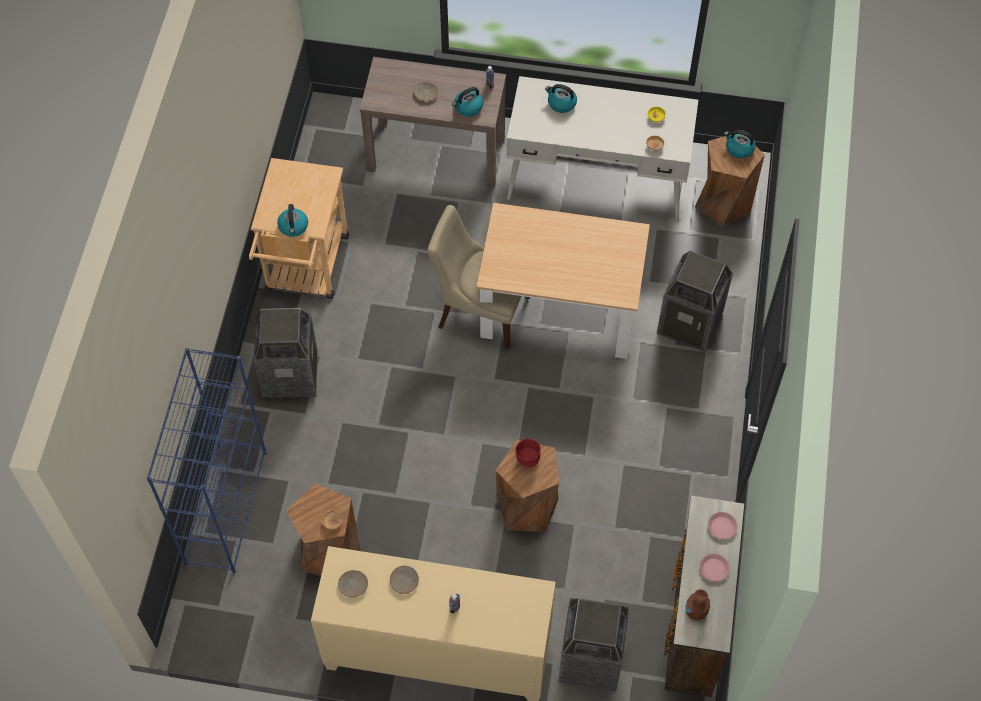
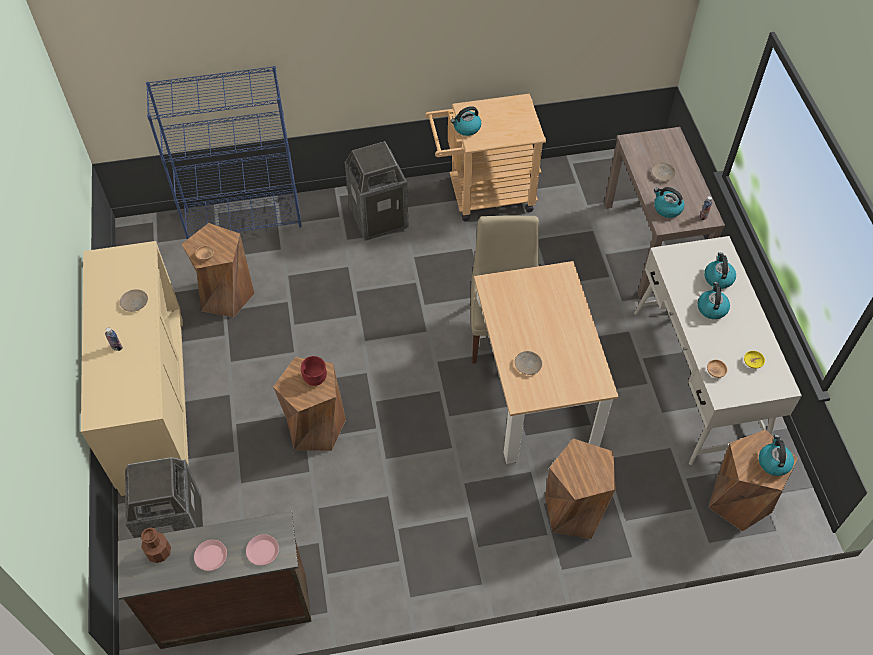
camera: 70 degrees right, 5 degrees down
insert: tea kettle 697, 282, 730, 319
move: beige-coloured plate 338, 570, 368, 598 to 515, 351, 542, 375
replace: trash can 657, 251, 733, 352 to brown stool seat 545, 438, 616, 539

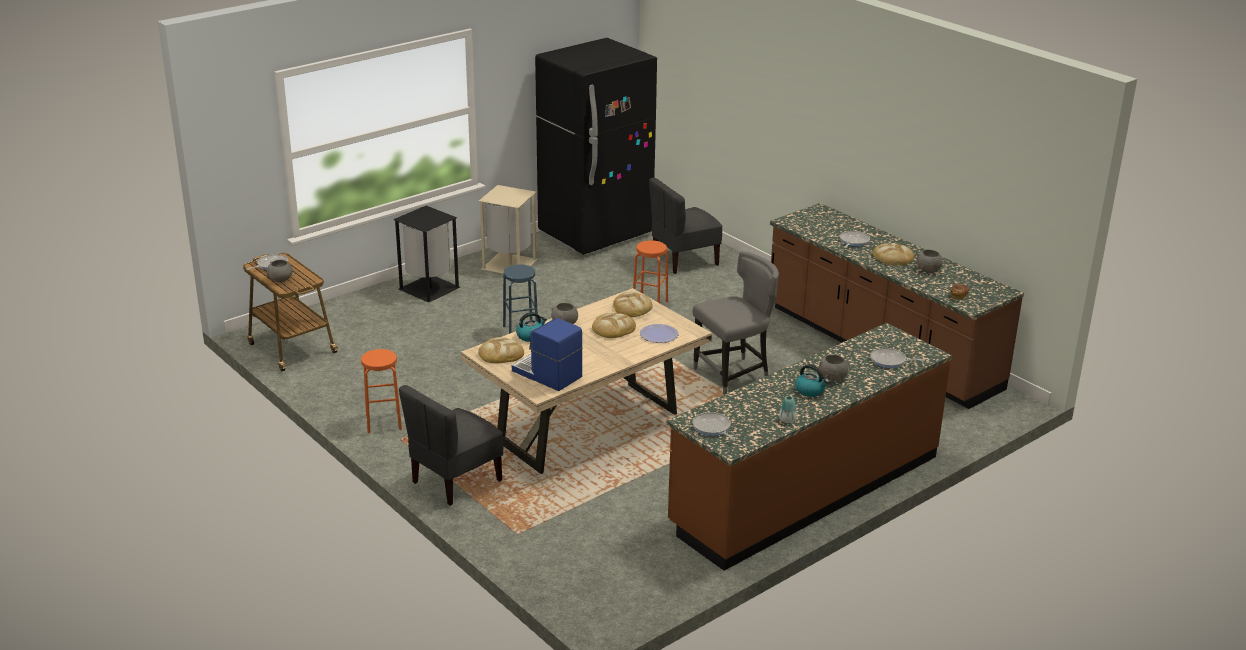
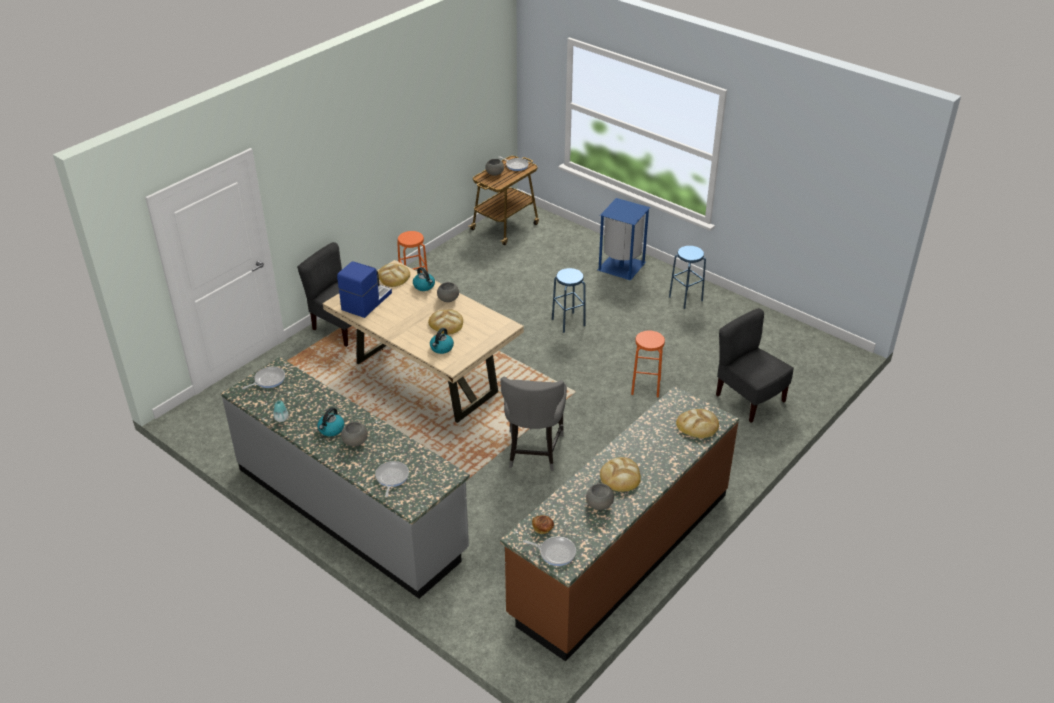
camera: 80 degrees right, 10 degrees up
delete: blackish refrigerator 535, 38, 657, 255
move: baked bread 613, 292, 653, 317 to 676, 409, 719, 438; skillet 840, 231, 870, 248 to 523, 537, 576, 566
replace: beige-coloured trash can 479, 185, 538, 274 to bluish stool seat 669, 246, 706, 309; plate 640, 324, 679, 343 to tea kettle 430, 328, 454, 354
recolor: blackish trash can 393, 206, 460, 303 to bluish trash can 598, 198, 650, 280; brown kitchen base unit 666, 323, 952, 571 to grey kitchen base unit 221, 357, 470, 599
rotate: grey plain chair 692, 251, 779, 395 = 500, 377, 567, 471 45 degrees clockwise

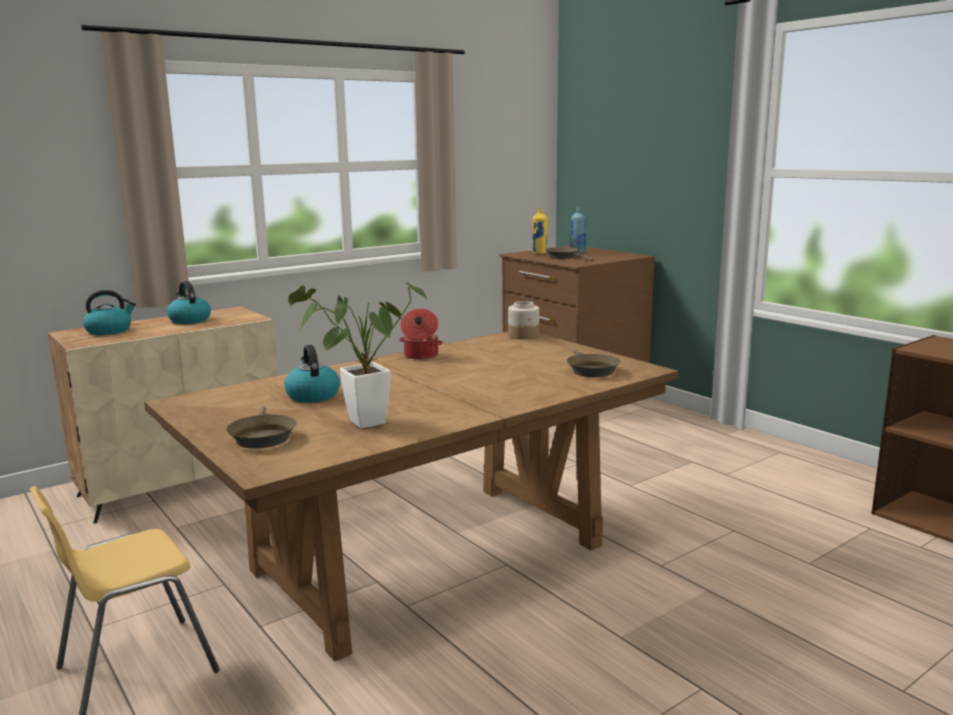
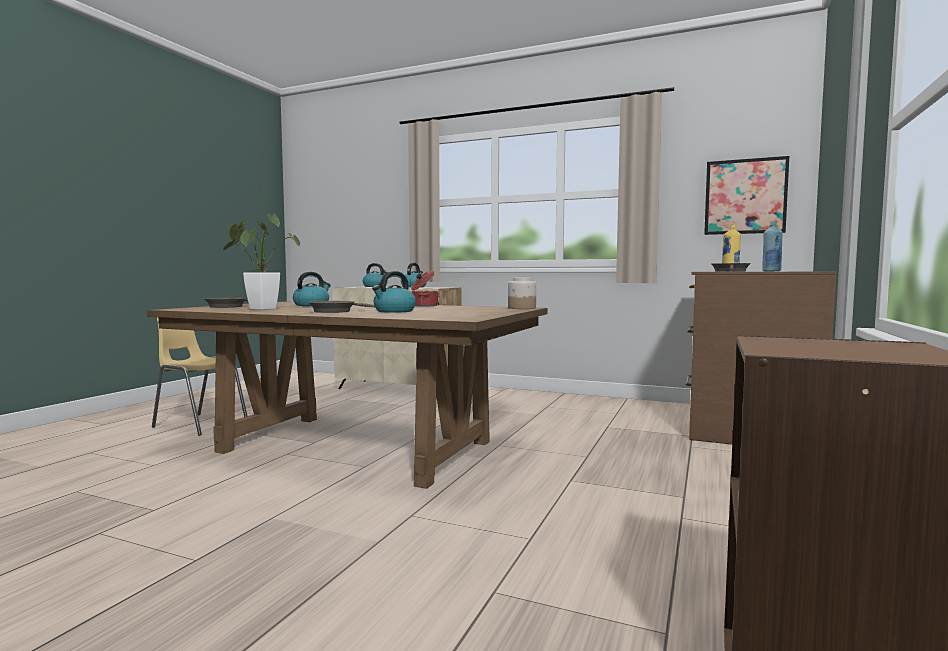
camera: 60 degrees right, 10 degrees down
insert: tea kettle 372, 271, 416, 313; wall picture 704, 156, 789, 235
move: brown skillet 567, 350, 621, 377 to 308, 301, 375, 313

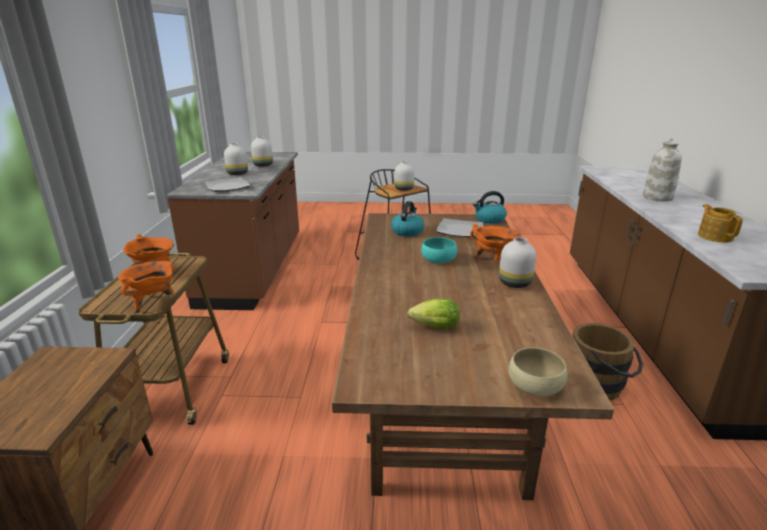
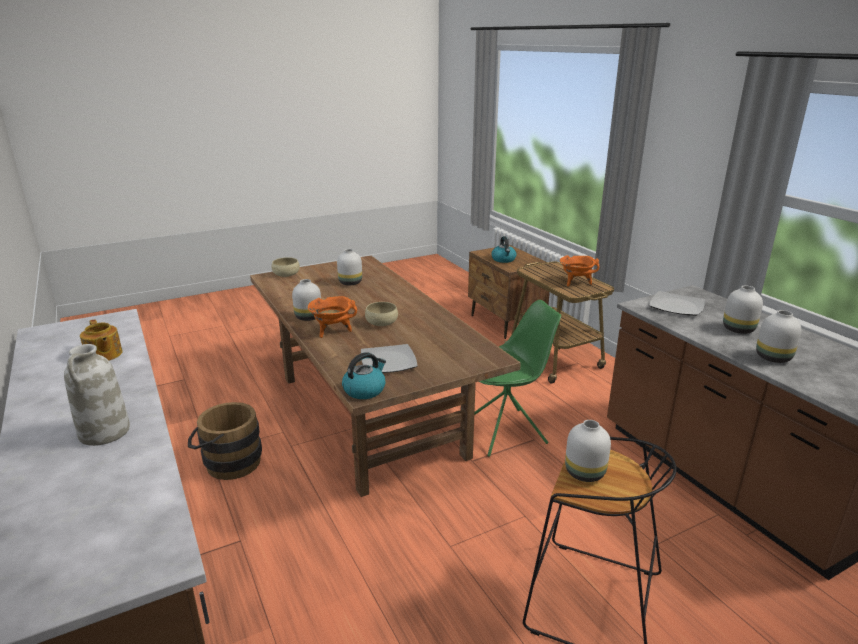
camera: 150 degrees right, 0 degrees up
delete: orange-coloured stockpot 118, 261, 174, 313
insert: greenish plain chair 474, 300, 561, 457
move: tea kettle 391, 201, 424, 237 to 491, 236, 517, 263
replace: head of lettuce 408, 299, 460, 328 to whitish flower vase 337, 249, 362, 285
recolor: turquoise serving bowl 421, 237, 457, 263 to beige-coloured serving bowl 365, 302, 398, 326

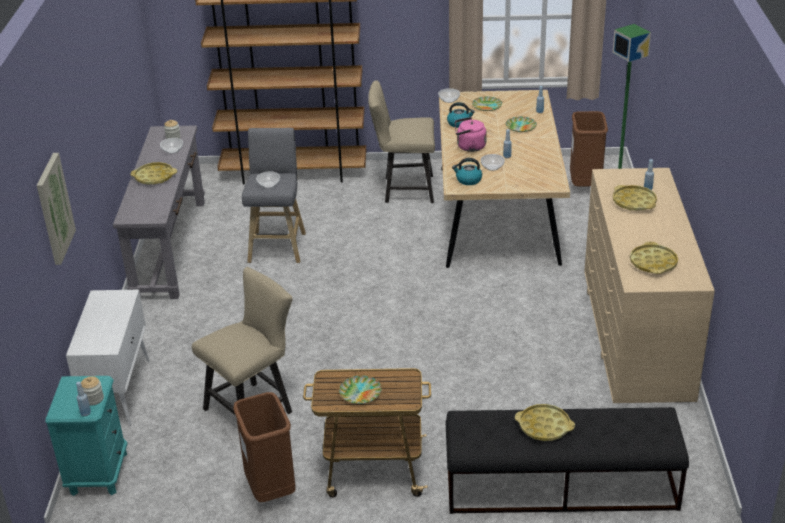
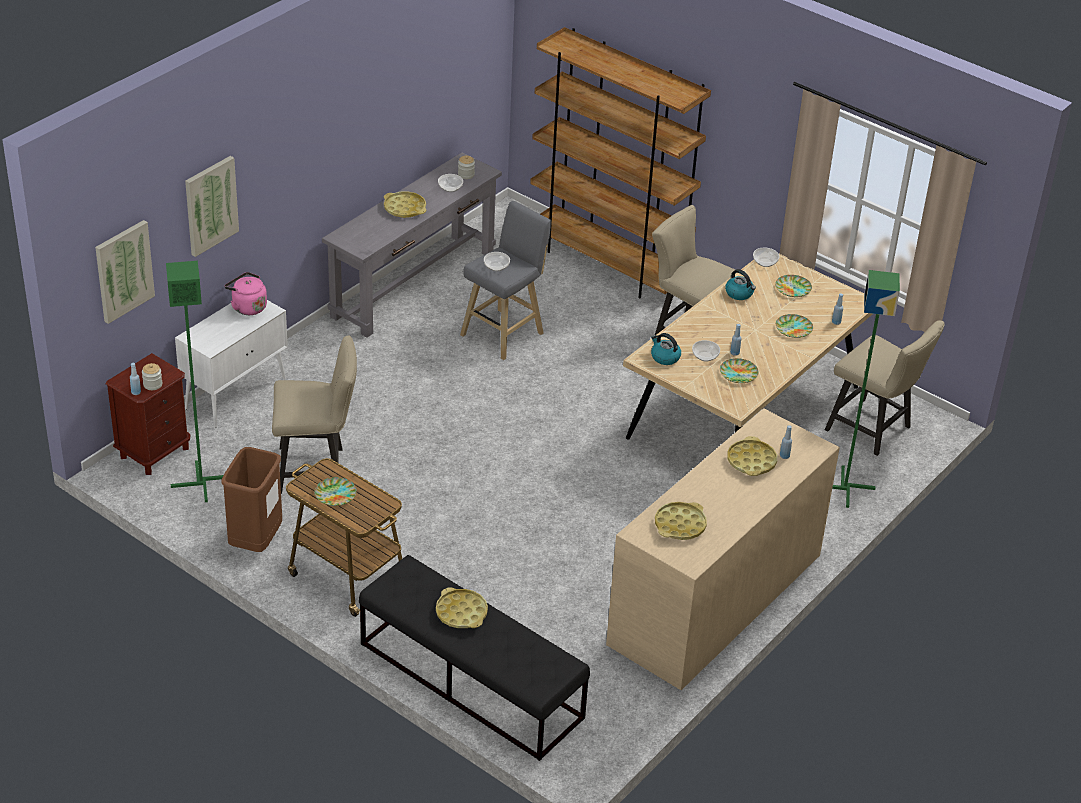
camera: 35 degrees right, 5 degrees up
insert: wall picture 95, 220, 155, 324; greenish standing lamp 166, 261, 223, 502; plate 720, 358, 759, 383
move: pink tea kettle 455, 117, 487, 152 to 224, 272, 267, 315
replace: brown trash can 570, 111, 608, 186 to beige-coloured plain chair 825, 320, 945, 456
recolor: turquoise nightstand 45, 376, 128, 496 to brown nightstand 106, 353, 190, 475

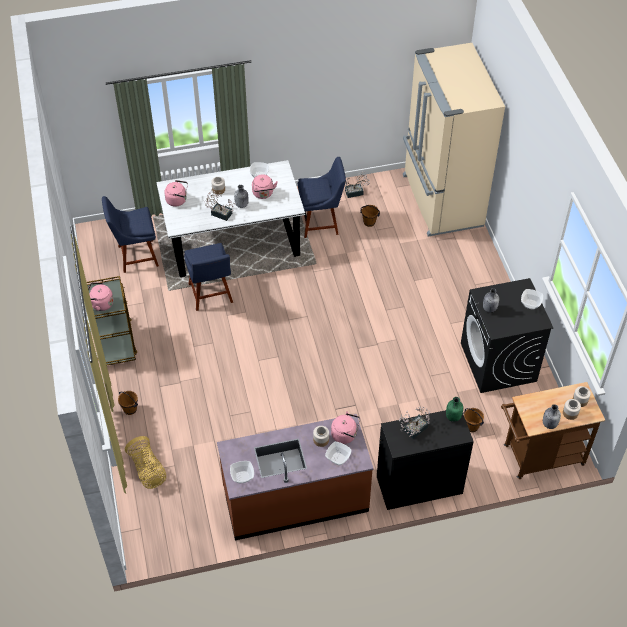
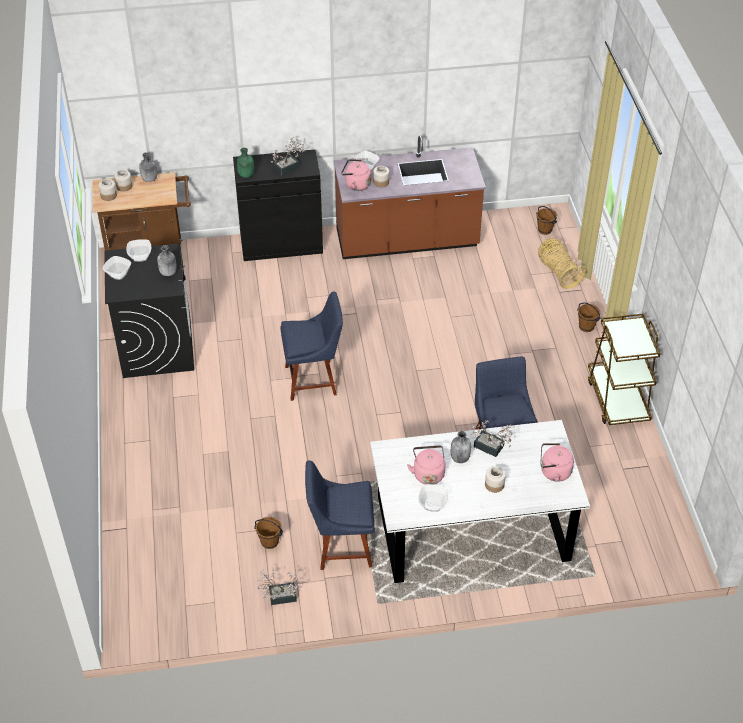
camera: 175 degrees left, 5 degrees down
delete: pink tea kettle 88, 282, 114, 311; beige-coloured refrigerator 403, 43, 505, 237
move: bluish plain chair 102, 196, 159, 273 to 280, 291, 343, 401; serving bowl 230, 461, 254, 483 to 126, 239, 151, 262; brown water bucket 463, 408, 484, 432 to 536, 206, 557, 235

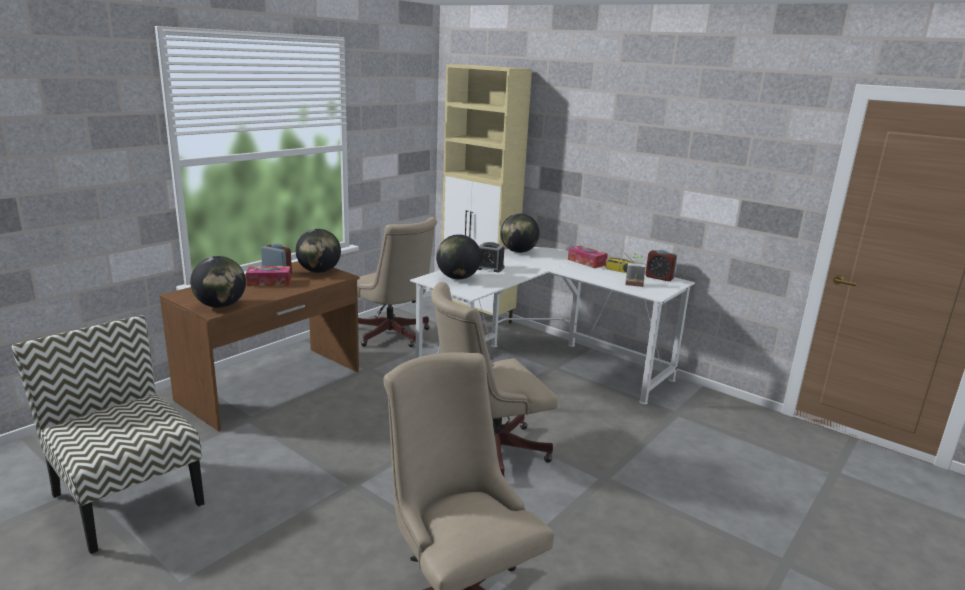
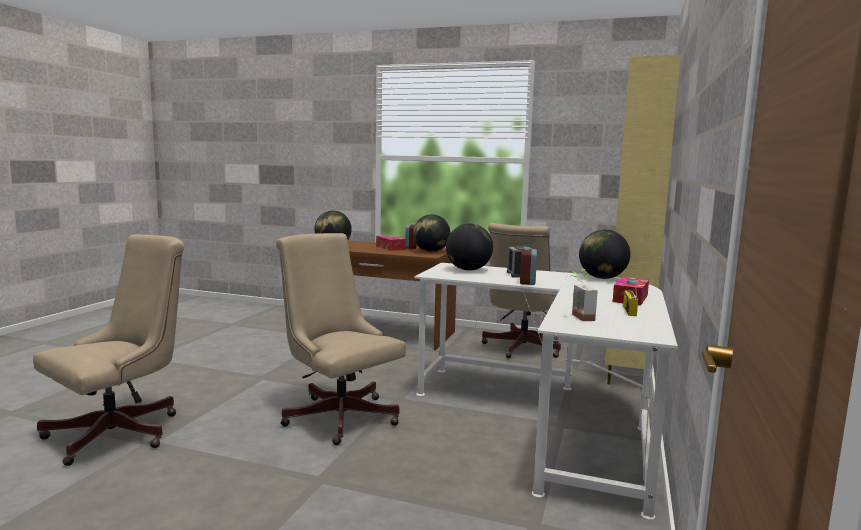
camera: 70 degrees right, 10 degrees down
delete: plain chair 11, 315, 205, 554
move: alarm clock 645, 250, 677, 282 to 520, 247, 537, 285

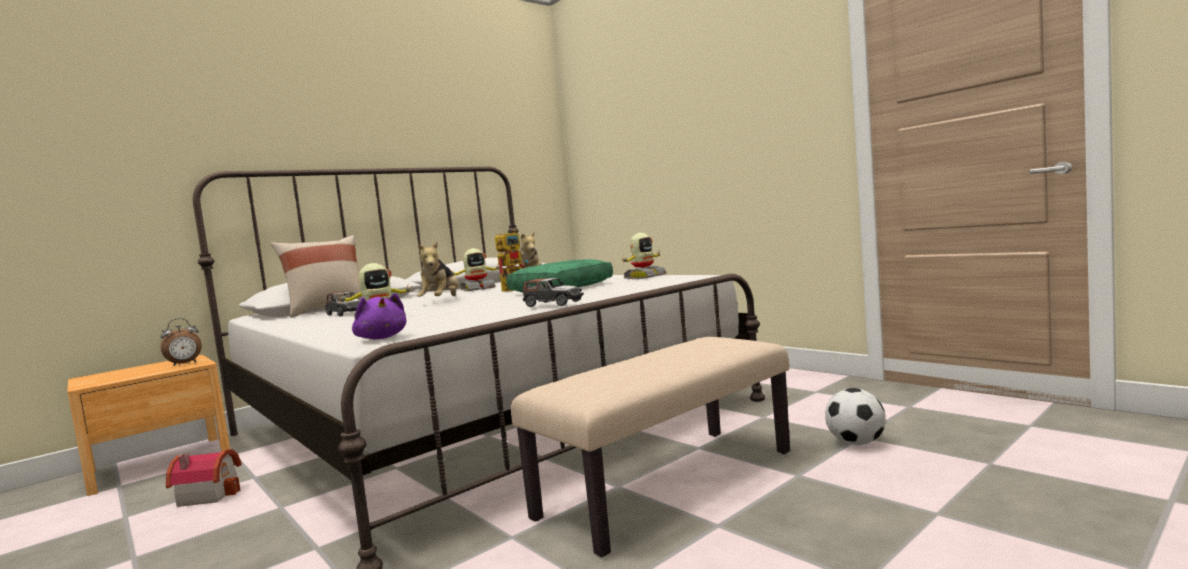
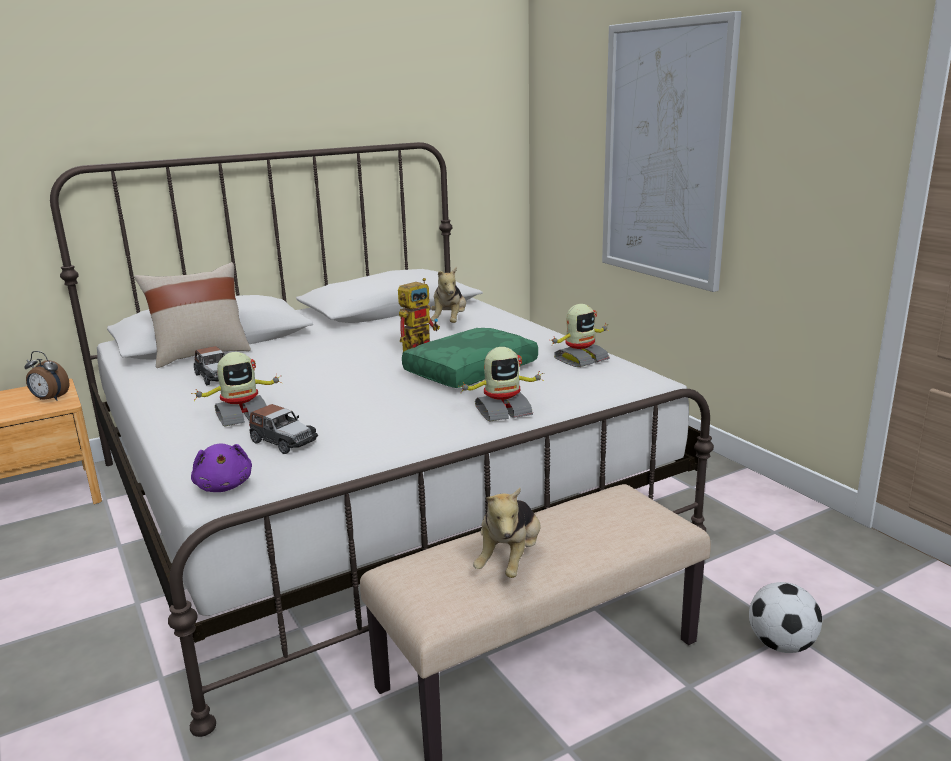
camera: 10 degrees right, 15 degrees up
delete: miniature house 166, 449, 242, 507
insert: wall picture 602, 11, 742, 292
move: plush toy 417, 241, 459, 297 to 473, 487, 541, 578; model robot 451, 248, 499, 291 to 460, 347, 544, 422; model car 523, 278, 584, 307 to 249, 404, 318, 454
rotate: alarm clock 161, 318, 202, 366 = 24, 351, 69, 401 45 degrees clockwise

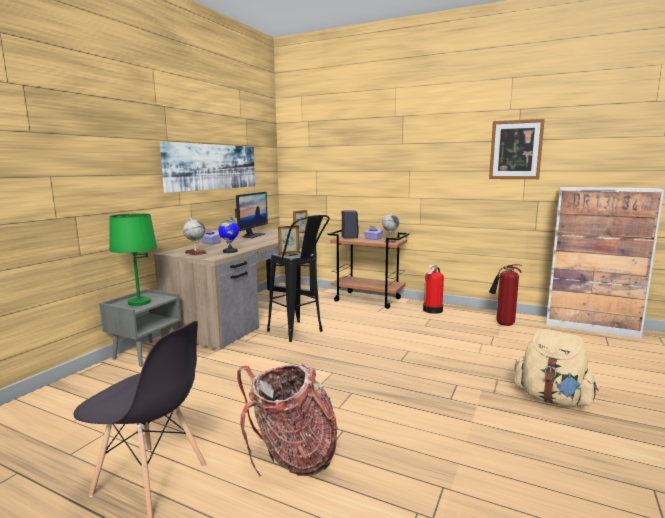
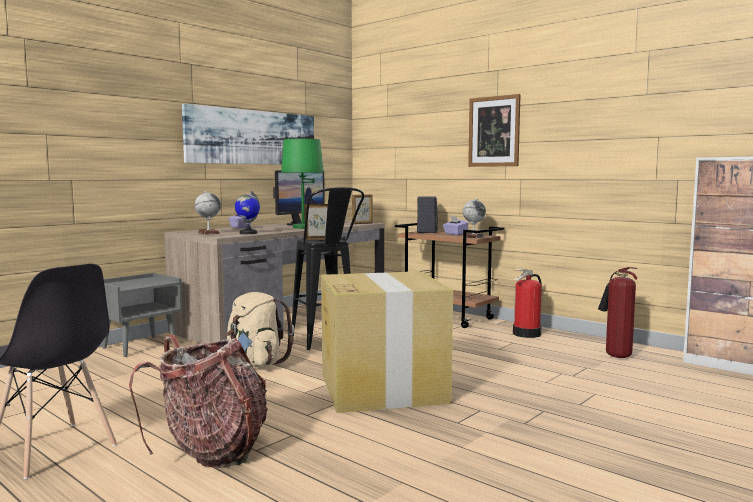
camera: 15 degrees right, 5 degrees down
insert: carton 321, 271, 453, 413
move: greenish lamp for a table 109, 213, 157, 306 to 281, 138, 324, 229; wall picture 489, 119, 545, 179 to 468, 94, 521, 167; beige-coloured knapsack 514, 329, 599, 407 to 225, 292, 294, 367

